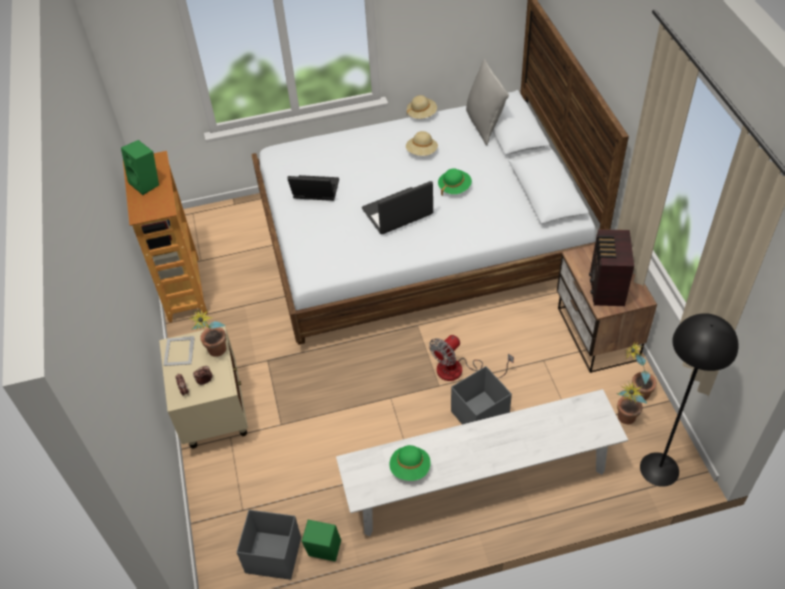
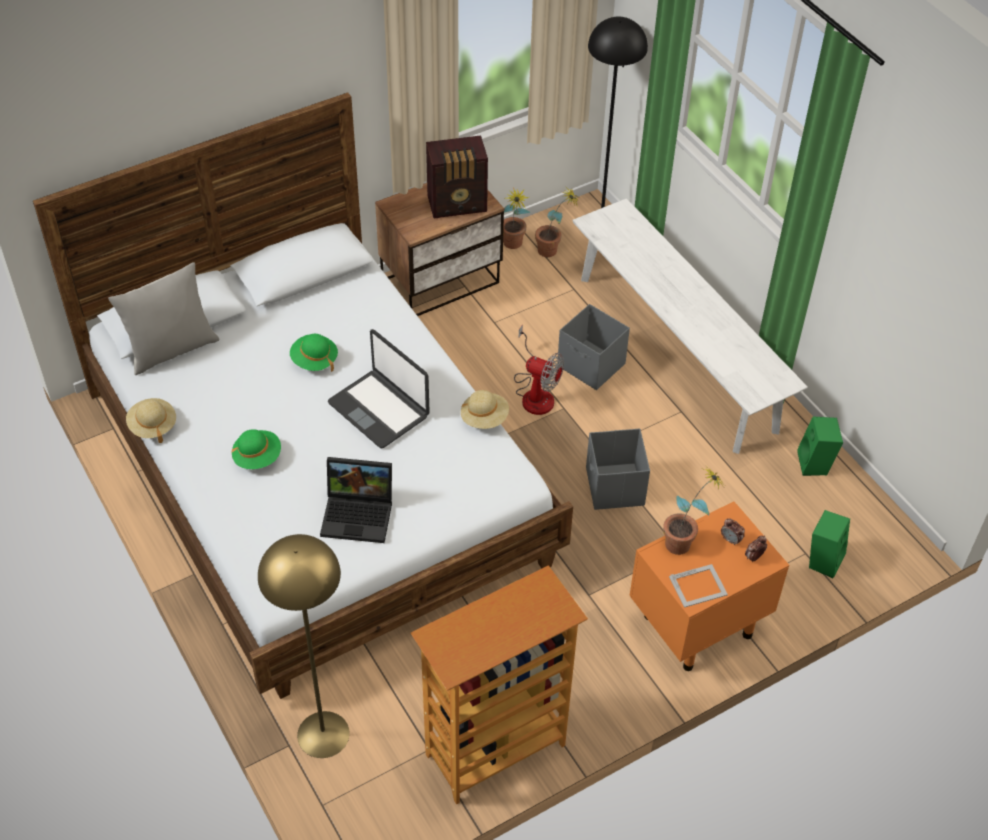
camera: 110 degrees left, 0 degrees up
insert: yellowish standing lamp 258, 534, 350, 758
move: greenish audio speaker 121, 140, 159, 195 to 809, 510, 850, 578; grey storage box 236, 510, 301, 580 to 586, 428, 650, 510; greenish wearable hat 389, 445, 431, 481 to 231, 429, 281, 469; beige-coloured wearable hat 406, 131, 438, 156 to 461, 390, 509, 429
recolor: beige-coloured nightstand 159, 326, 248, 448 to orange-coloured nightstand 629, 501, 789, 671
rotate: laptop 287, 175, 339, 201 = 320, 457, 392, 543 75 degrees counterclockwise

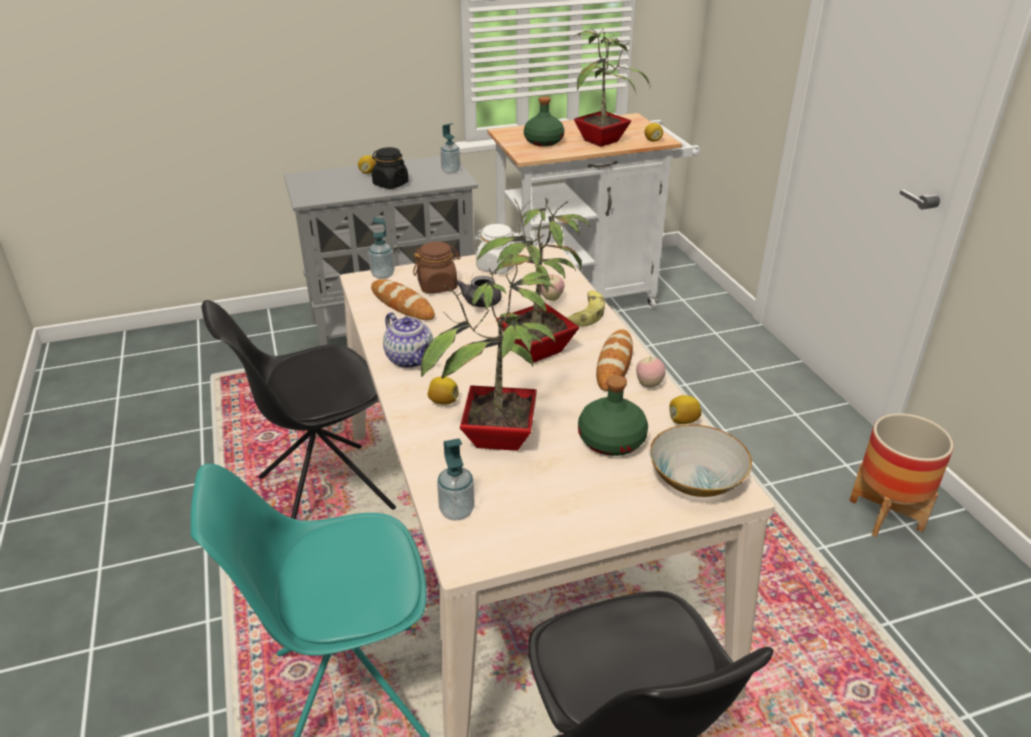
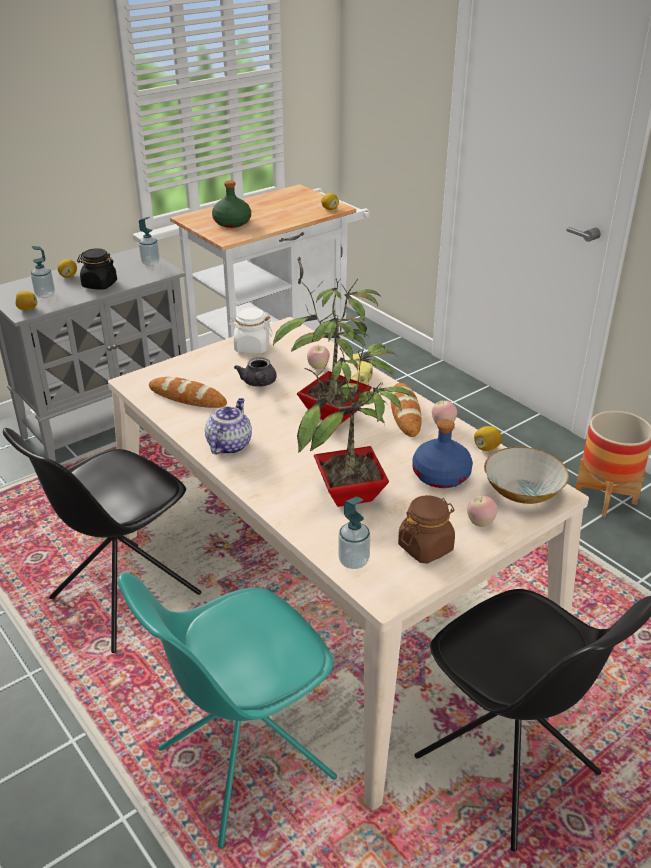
camera: 20 degrees left, 0 degrees up
delete: plant in a pot 574, 27, 650, 147
insert: apple 467, 496, 497, 527
move: soap dispenser 368, 217, 395, 279 to 31, 246, 55, 298; brown storage jar 413, 242, 461, 293 to 398, 495, 455, 564; whole lemon 427, 377, 458, 405 to 15, 291, 37, 310
recolor: greenish bottle 578, 375, 648, 456 to bluish bottle 412, 419, 473, 488
rotate: teapot 383, 312, 433, 368 = 205, 398, 252, 455 105 degrees counterclockwise

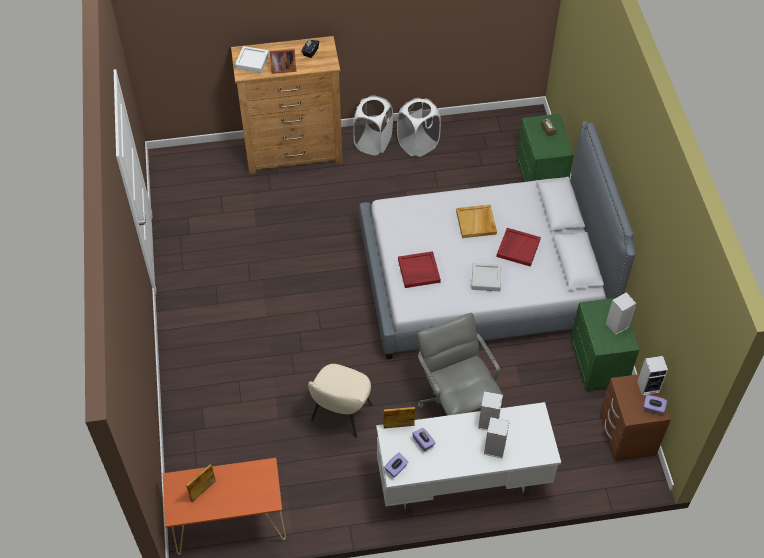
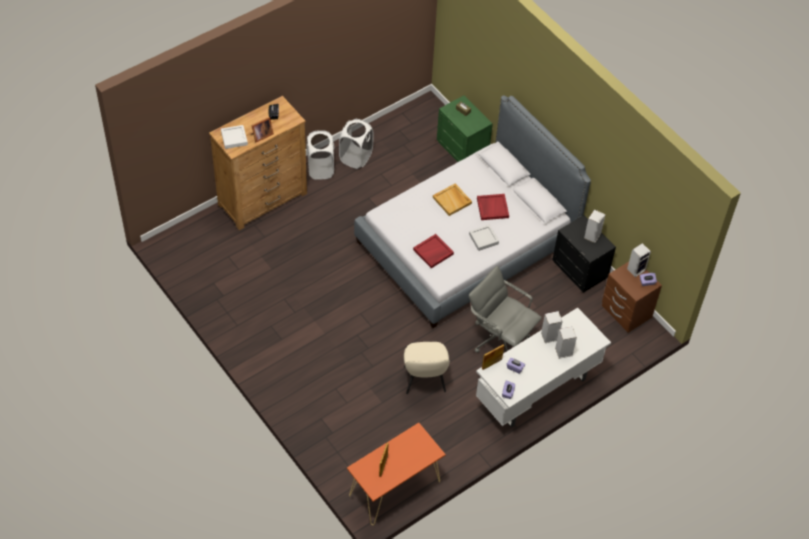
camera: 30 degrees left, 0 degrees up
recolor: greenish nightstand 571, 298, 639, 391 to blackish nightstand 552, 215, 616, 293

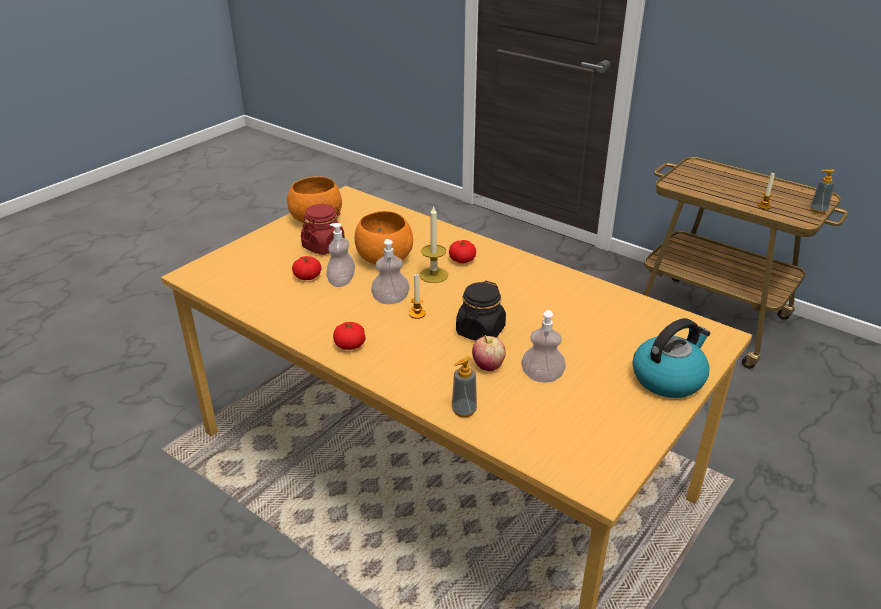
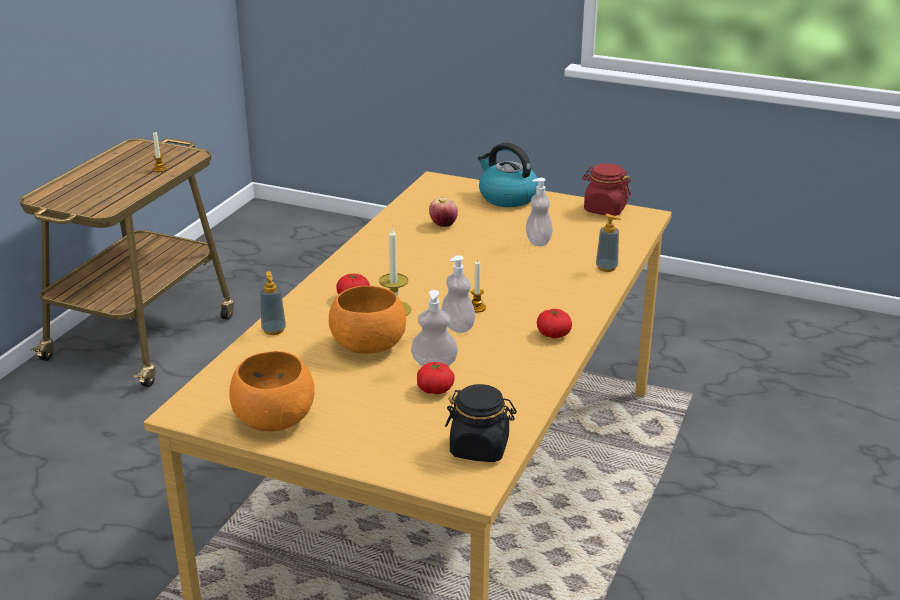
camera: 105 degrees left, 5 degrees down
move: reddish storage jar 301, 204, 345, 255 to 582, 163, 631, 216; blackish storage jar 456, 281, 506, 341 to 445, 384, 517, 462; apple 472, 335, 506, 371 to 429, 198, 458, 227; soap dispenser 810, 170, 835, 214 to 260, 271, 286, 335

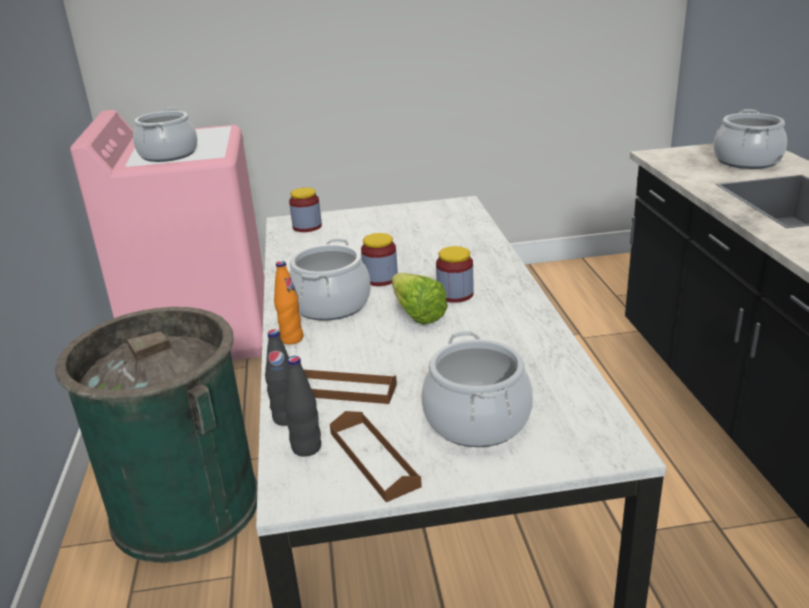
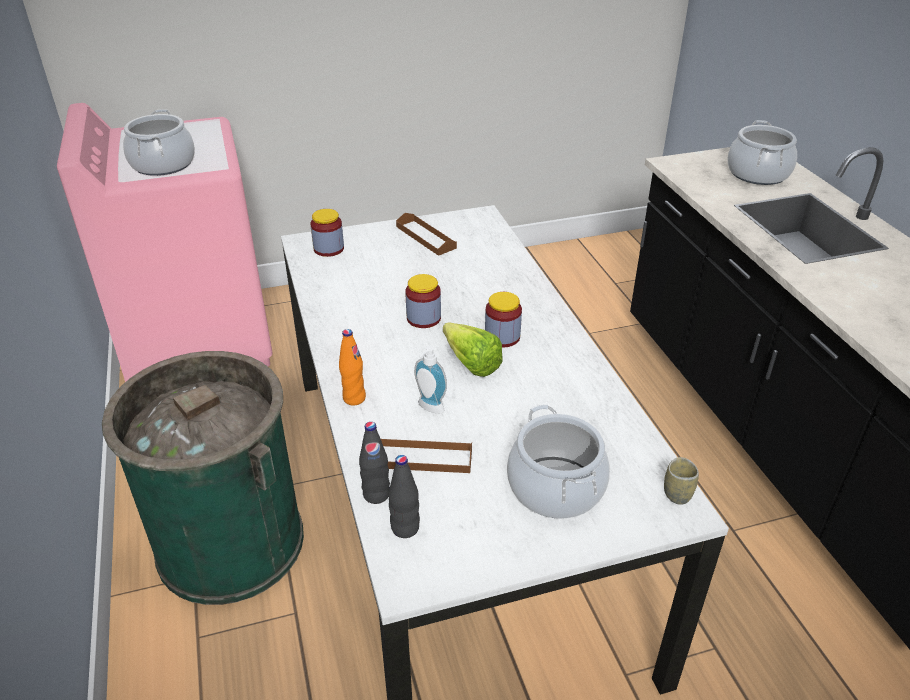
camera: 10 degrees left, 10 degrees up
delete: stockpot 289, 238, 371, 321
insert: soap dispenser 414, 346, 447, 414; cup 664, 457, 699, 505
move: brown carrying tray 330, 411, 422, 502 to 396, 213, 457, 256

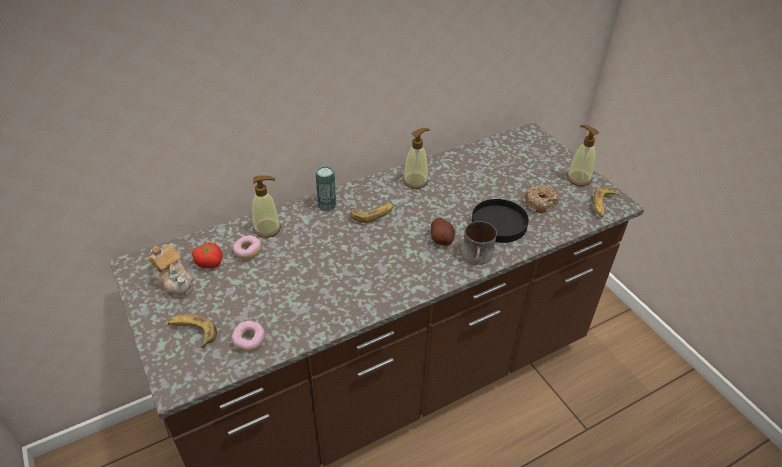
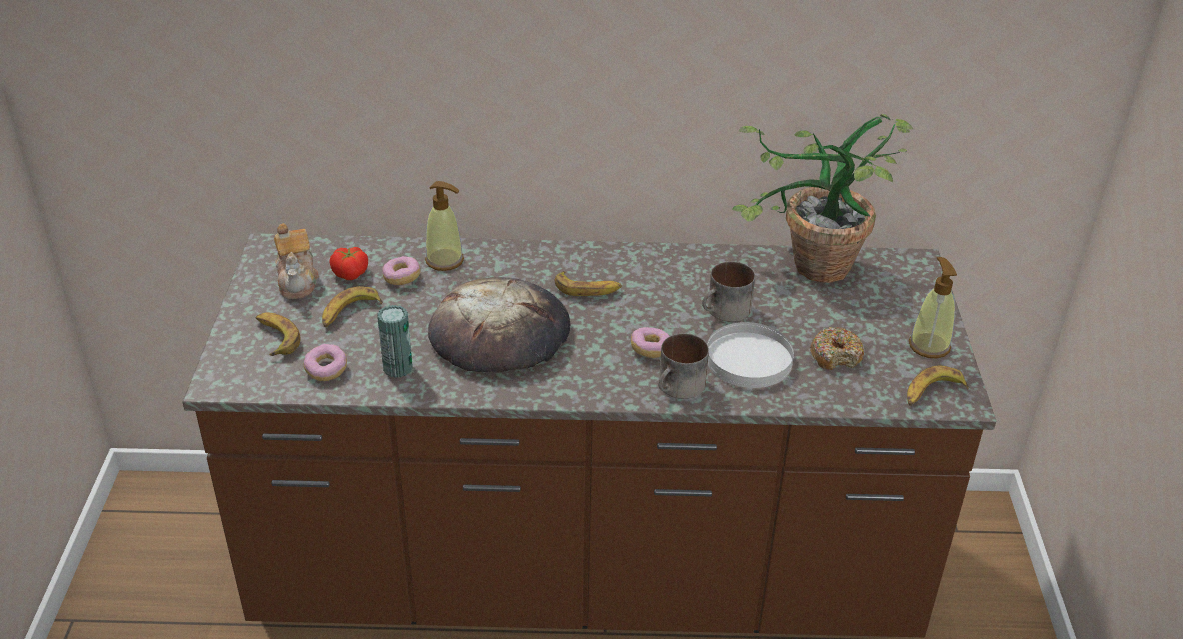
camera: 30 degrees right, 5 degrees down
delete: soap dispenser 403, 128, 430, 189
insert: banana fruit 322, 286, 382, 327; baked bread 428, 277, 570, 372; mug 702, 262, 755, 322; plant in a pot 732, 114, 914, 283
move: can 315, 166, 336, 211 to 377, 305, 413, 378
replace: spud 431, 218, 455, 245 to ring doughnut 631, 327, 670, 358
recolor: blackish plate 471, 199, 529, 243 to whitish plate 707, 322, 794, 388

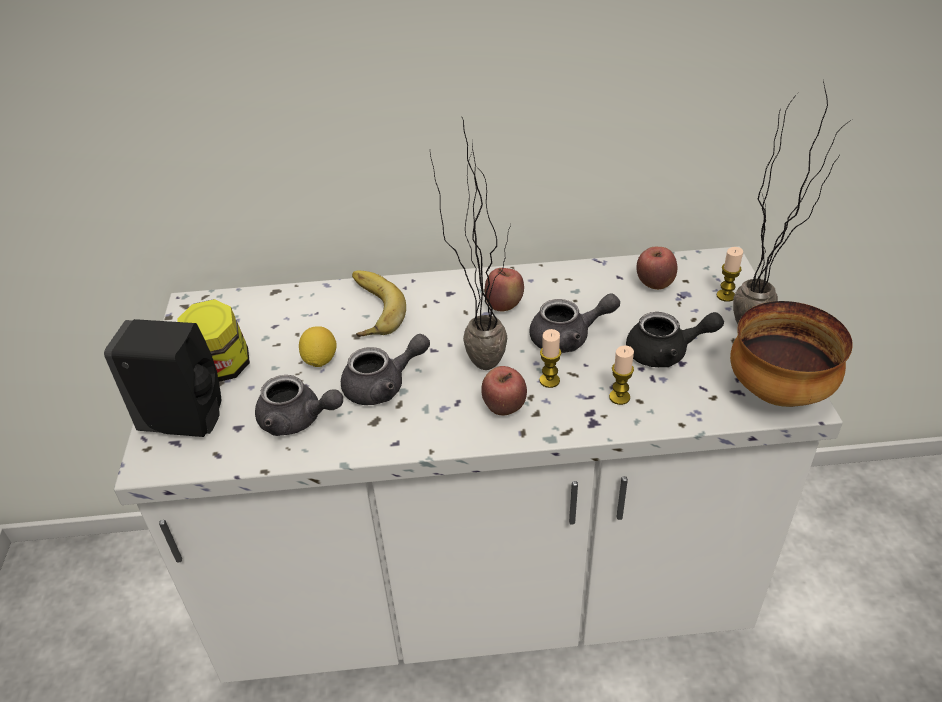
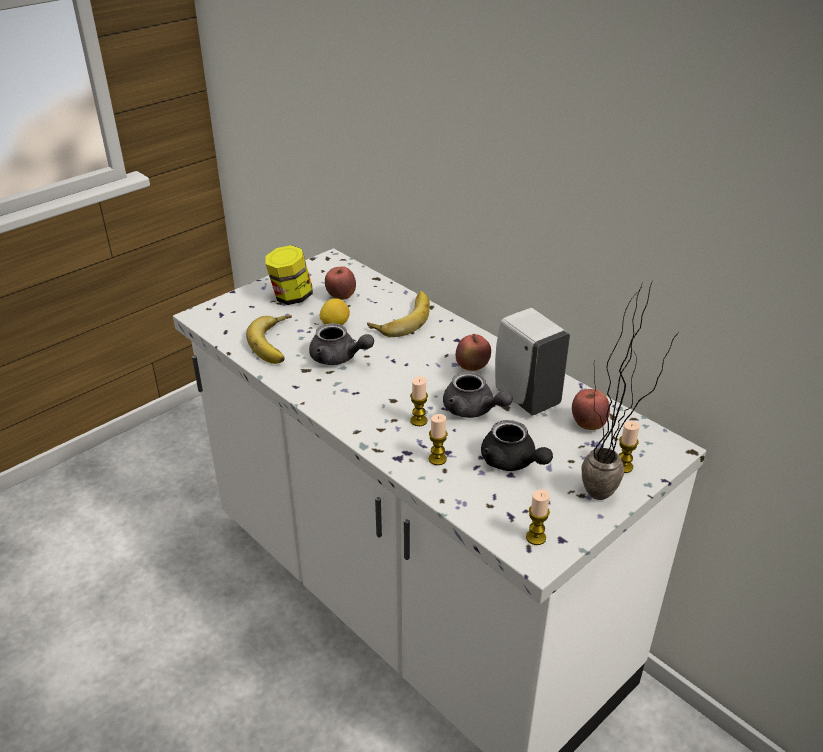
camera: 50 degrees right, 5 degrees down
delete: blackish soap dispenser 104, 319, 221, 437; plant in a pot 430, 116, 511, 370
insert: whitish soap dispenser 495, 308, 570, 416
move: apple 481, 366, 527, 415 to 325, 266, 356, 300
replace: grey teapot 255, 375, 343, 436 to banana fruit 246, 315, 292, 364; serving bowl 730, 301, 853, 407 to wax candle 526, 489, 550, 545

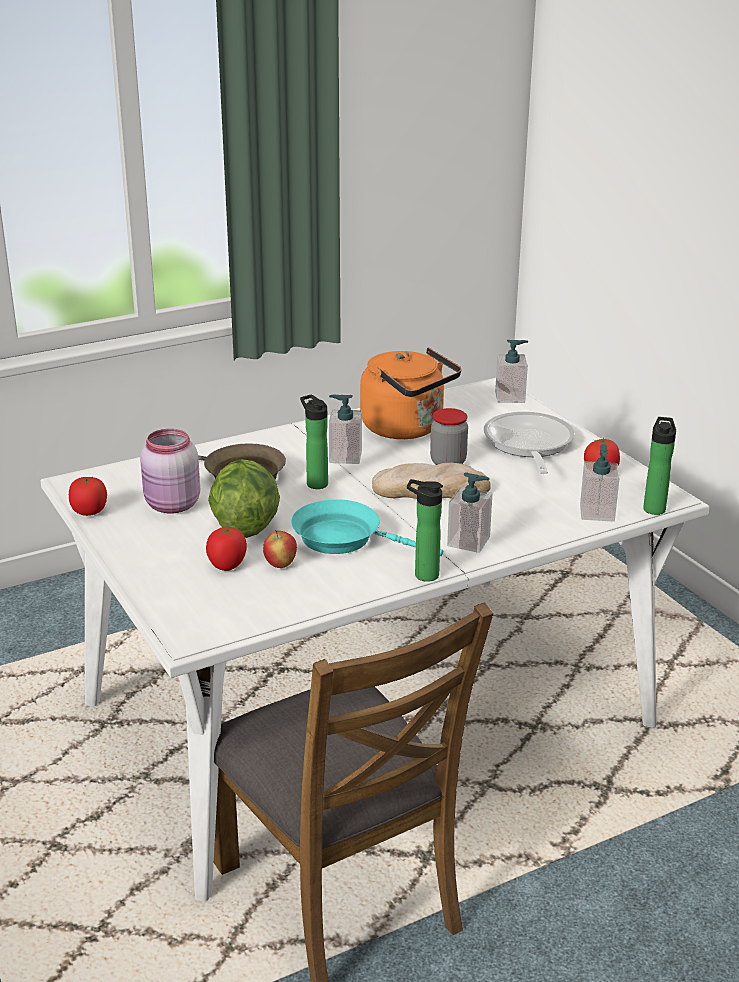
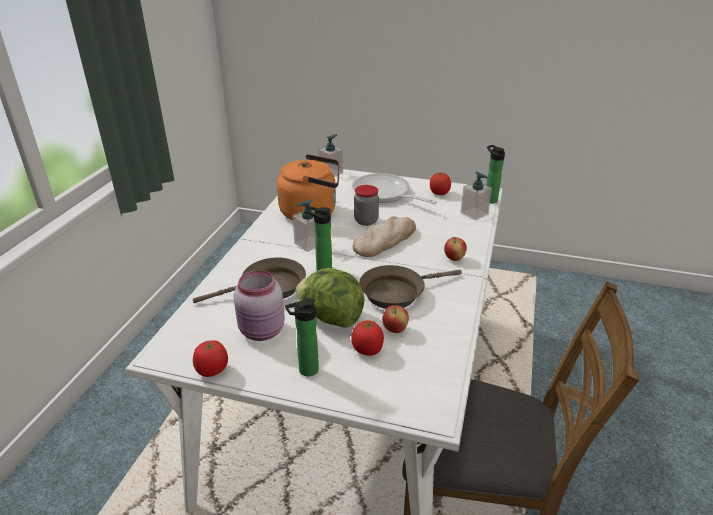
camera: 45 degrees left, 5 degrees up
move: bottle 407, 479, 443, 582 to 285, 298, 319, 376
replace: soap dispenser 447, 472, 492, 553 to apple 444, 237, 467, 261
recolor: turquoise skillet 291, 499, 443, 556 to brown skillet 359, 265, 462, 309

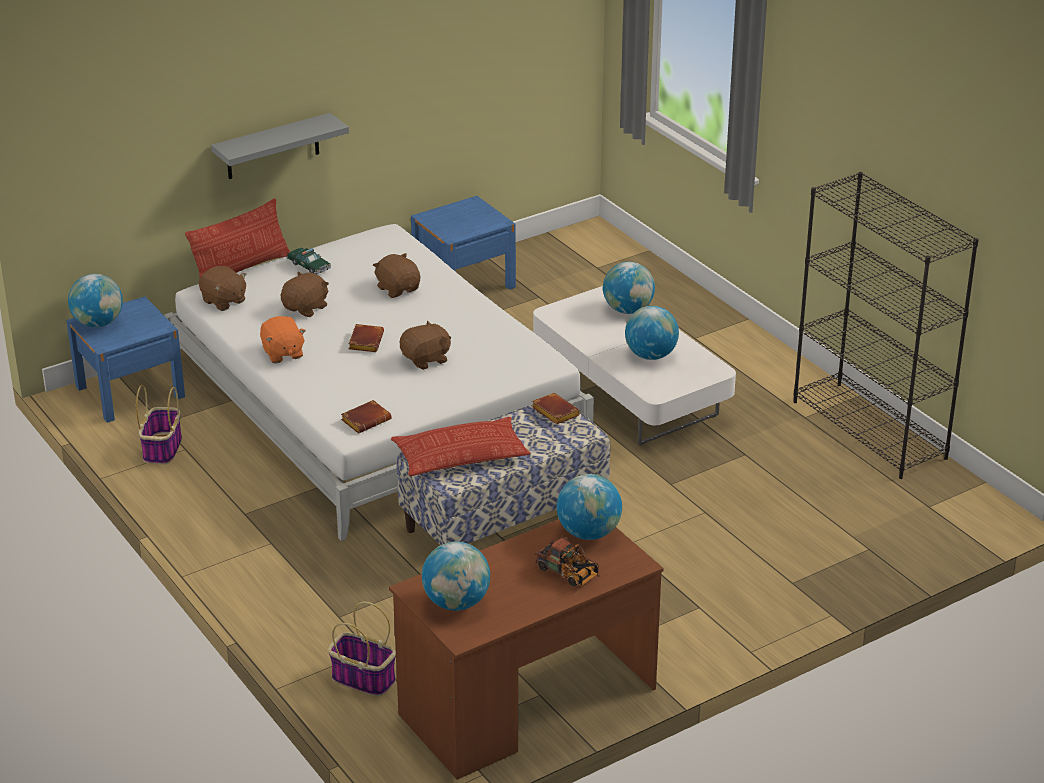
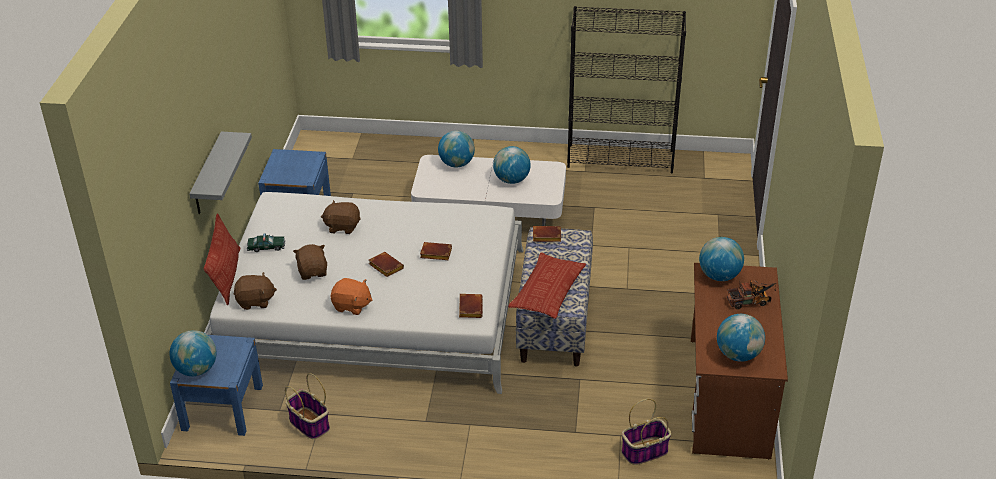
camera: 50 degrees left, 5 degrees up
replace: brown plush toy 400, 320, 451, 370 to brown book 420, 242, 452, 260

